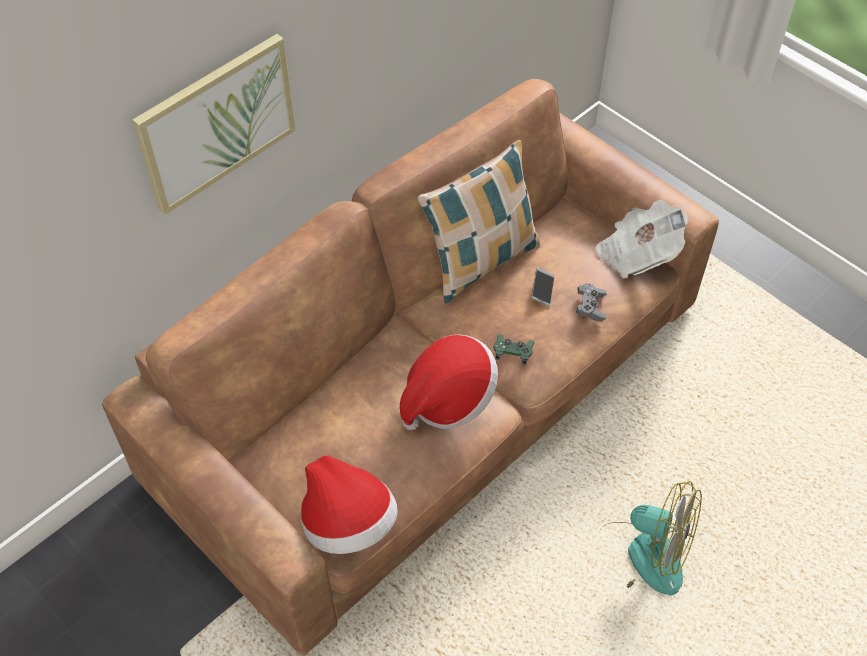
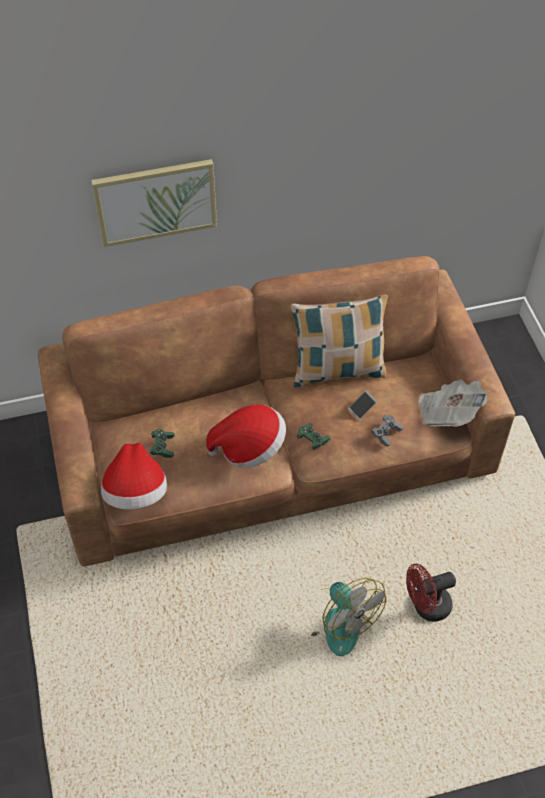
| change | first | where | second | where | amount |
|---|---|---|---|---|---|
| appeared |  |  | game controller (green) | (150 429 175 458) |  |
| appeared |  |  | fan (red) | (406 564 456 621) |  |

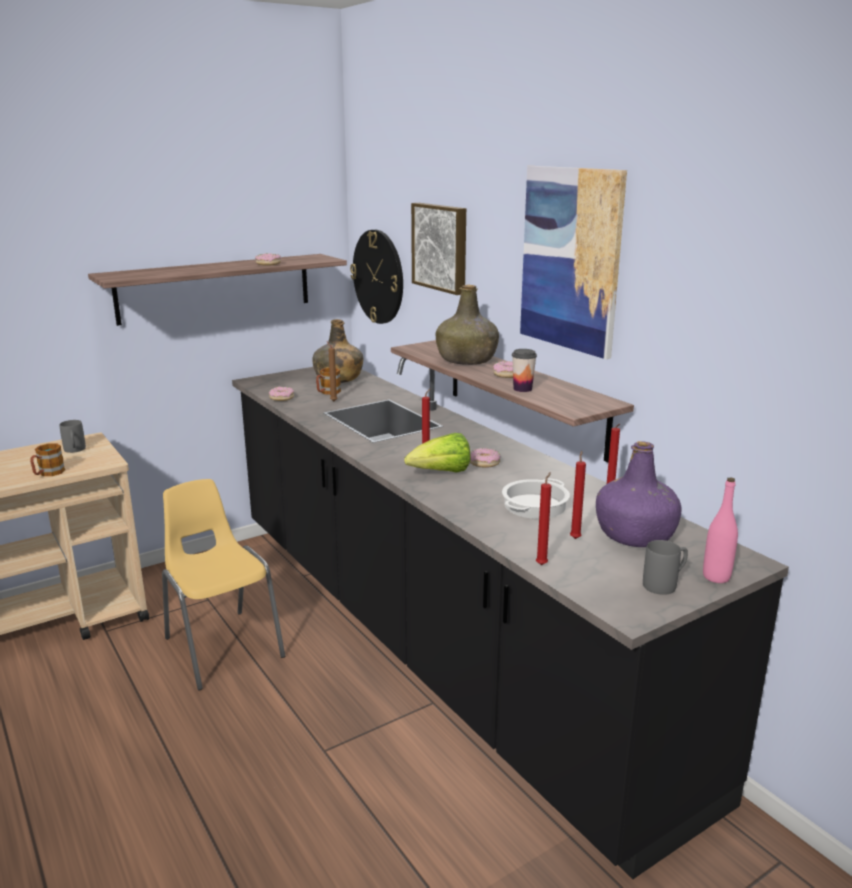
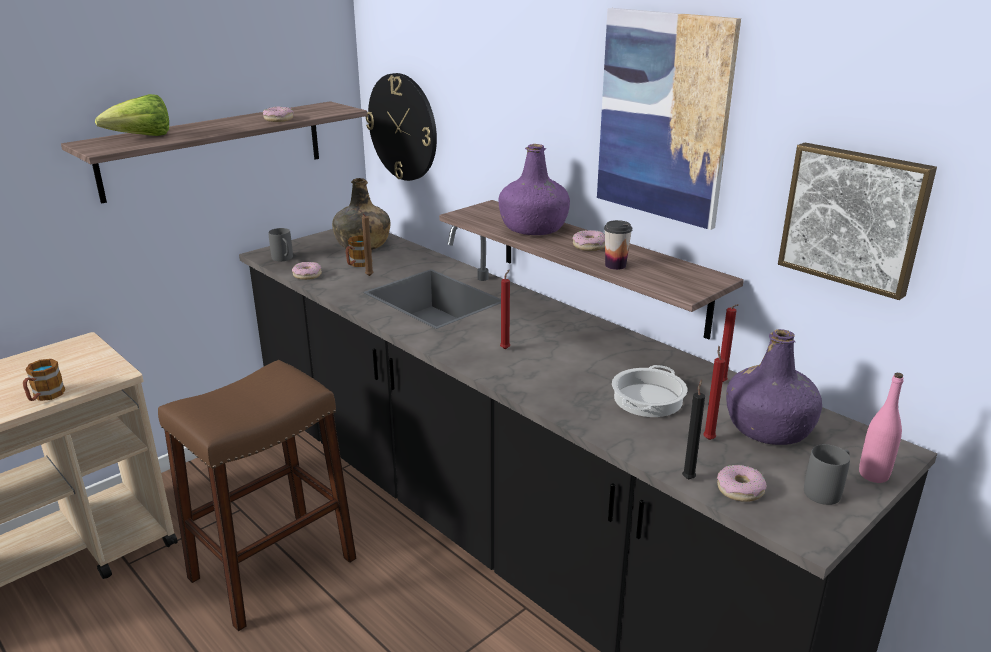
| change | first | where | second | where | amount |
|---|---|---|---|---|---|
| relocated | mug (grey) | (59 420 86 453) |  | (269 228 293 261) |  |
| exchanged | chair (yellow) | (162 479 285 690) | stool (brown) | (158 360 356 631) |  |
| relocated | lettuce | (404 433 471 473) |  | (95 94 169 136) |  |
| relocated | picture | (411 203 466 295) |  | (778 143 937 300) |  |
| colour | bottle (green) | (436 285 499 365) | bottle (purple) | (499 144 570 235) |  |
| relocated | donut | (470 448 500 468) |  | (717 465 766 502) |  |
| colour | candle (red) | (536 472 551 565) | candle (black) | (682 380 705 479) |  |

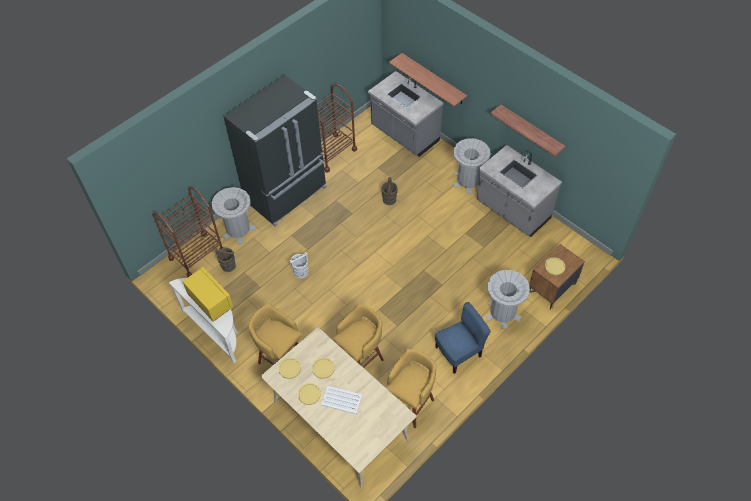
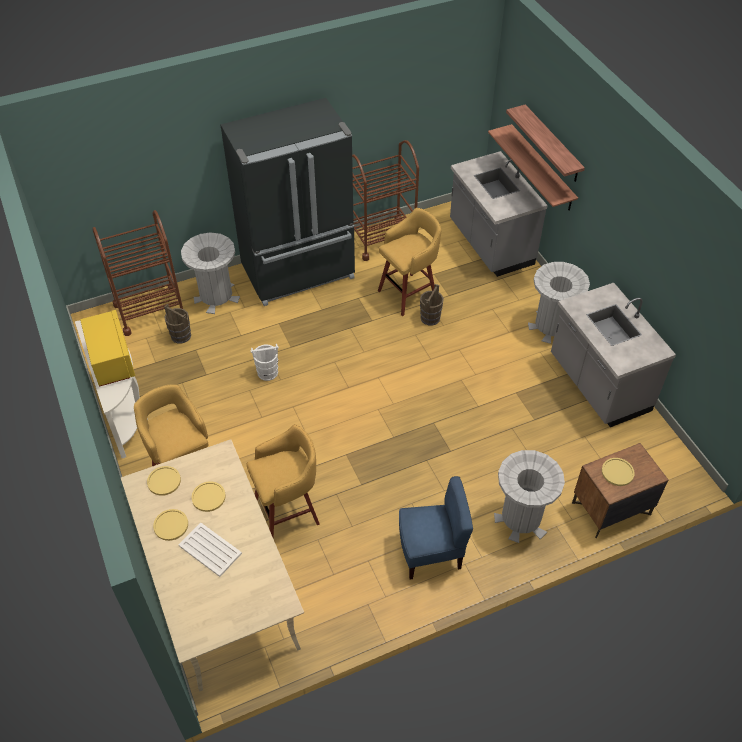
| change | first | where | second | where | amount |
|---|---|---|---|---|---|
| relocated | stool (yellow) | (386 349 436 428) |  | (378 208 441 316) |  |
| relocated | shelf | (490 104 565 156) |  | (506 104 585 182) |  |

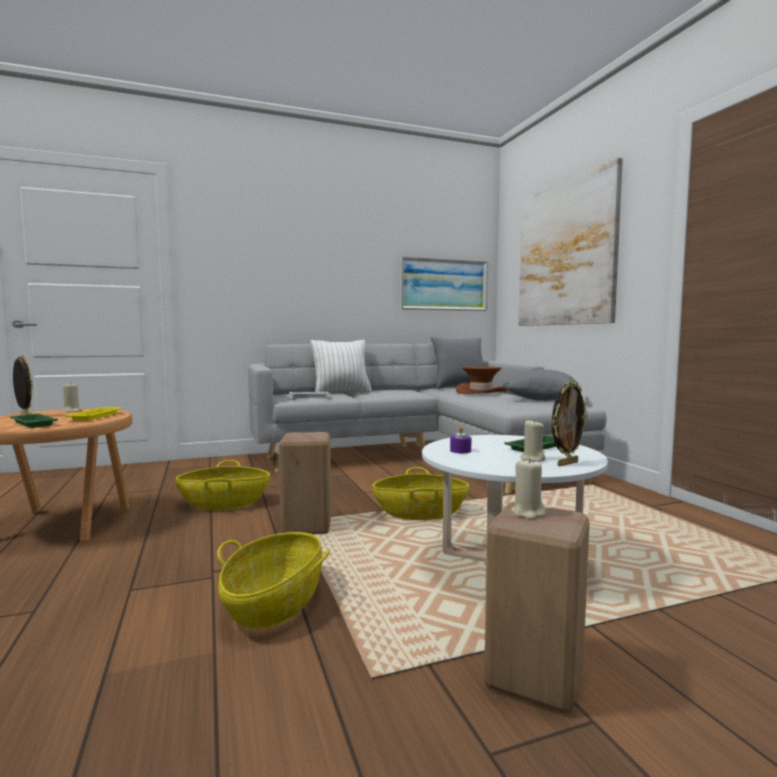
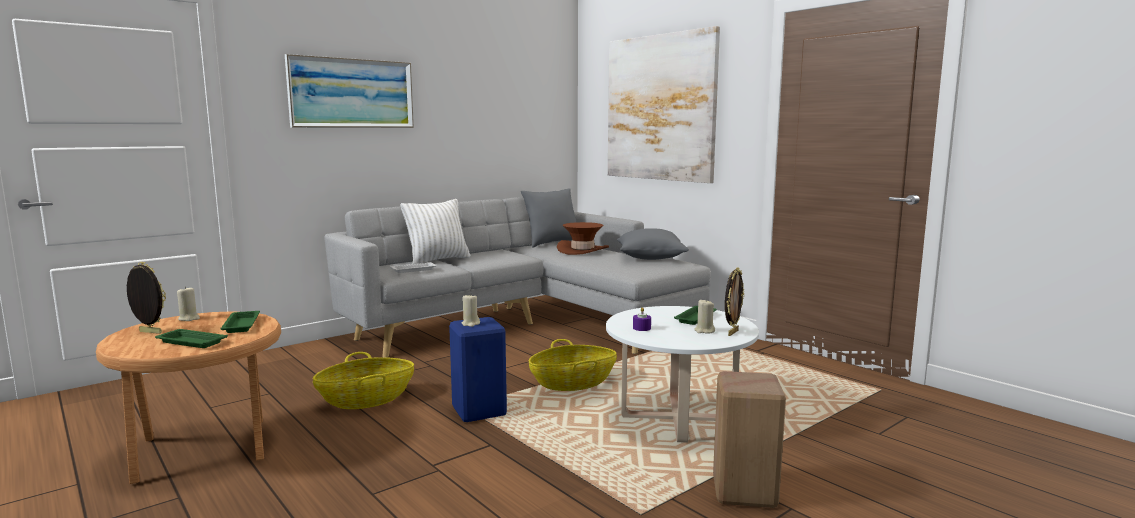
| change | first | where | second | where | amount |
|---|---|---|---|---|---|
| colour | tray (yellow) | (65 407 122 421) | tray (green) | (221 311 260 333) |  |
| missing | basket | (217 532 330 629) |  |  |  |
| colour | stool (beige) | (279 432 331 534) | stool (blue) | (449 317 507 422) |  |
| relocated | picture | (400 257 488 311) |  | (285 54 414 128) |  |
| relocated | candle (beige) | (511 458 545 520) |  | (462 295 480 327) |  |

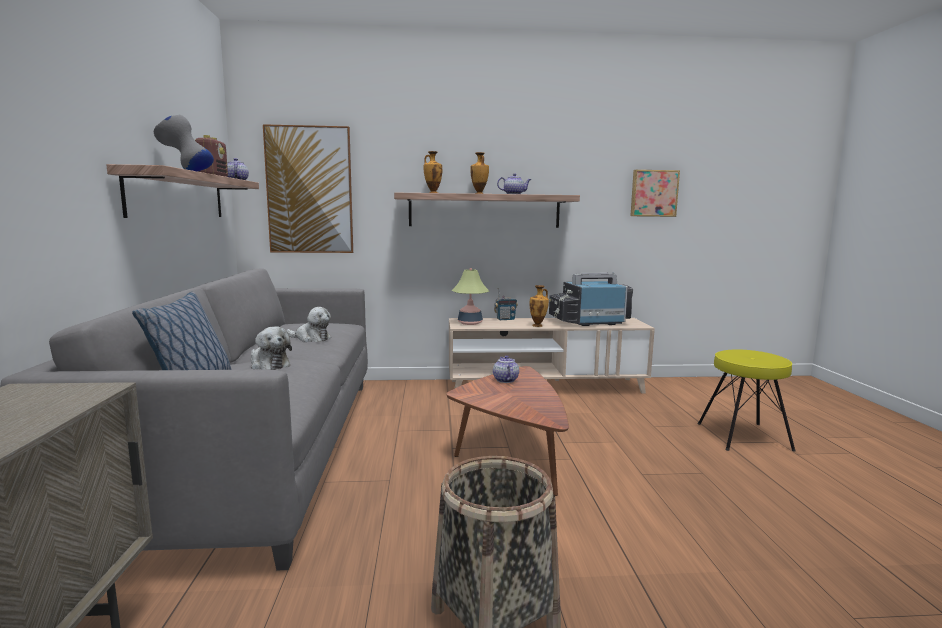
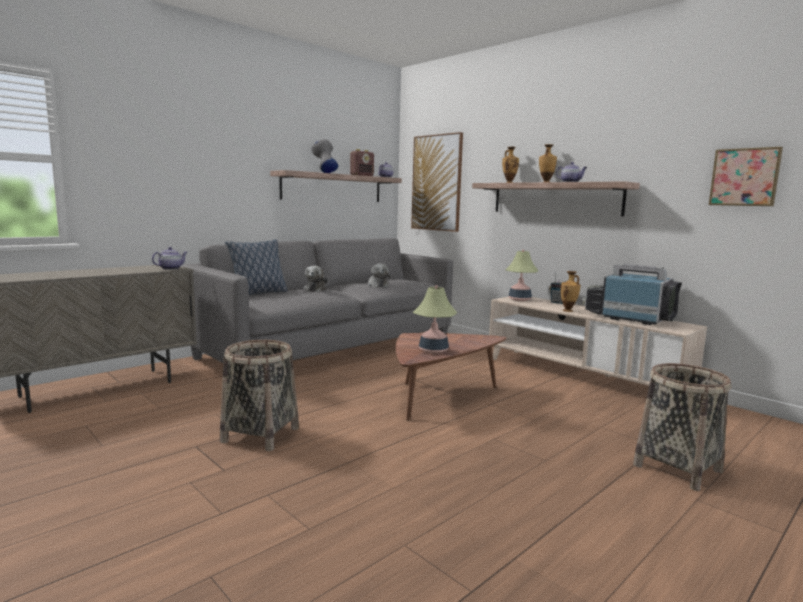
| change | first | where | second | where | amount |
|---|---|---|---|---|---|
| relocated | teapot | (493 355 519 383) |  | (152 247 187 270) |  |
| exchanged | stool (yellow) | (698 349 796 452) | basket | (633 363 732 491) |  |
| appeared |  |  | table lamp | (413 285 457 354) |  |

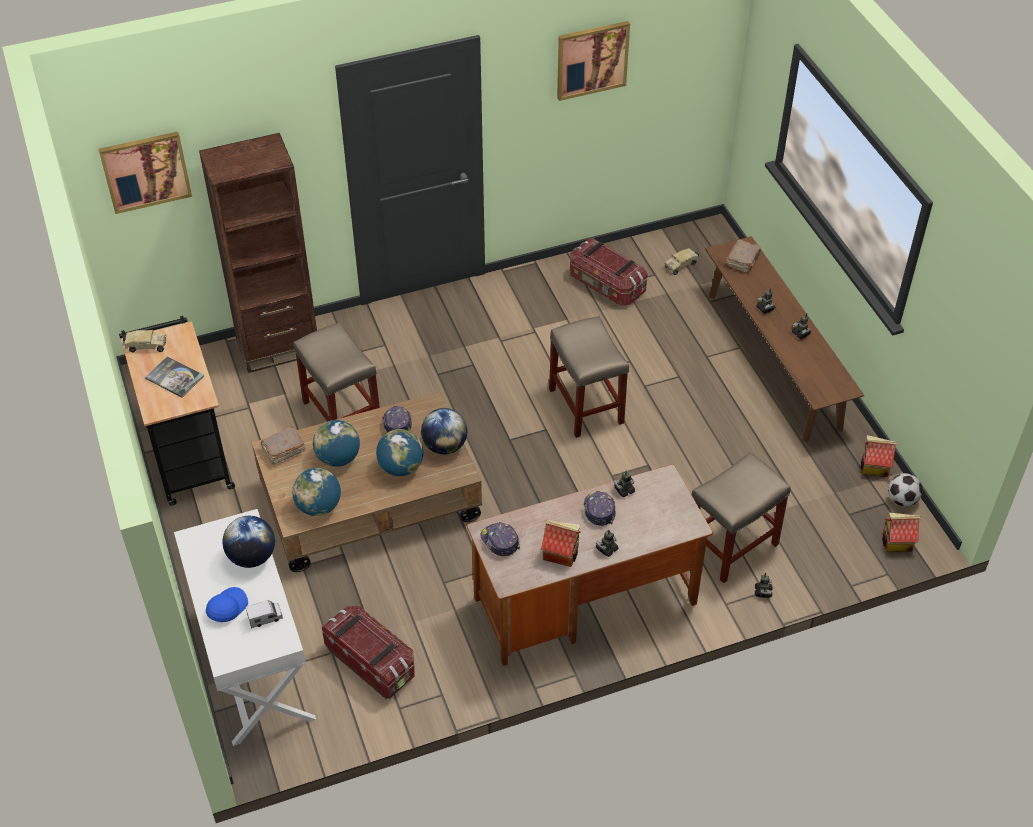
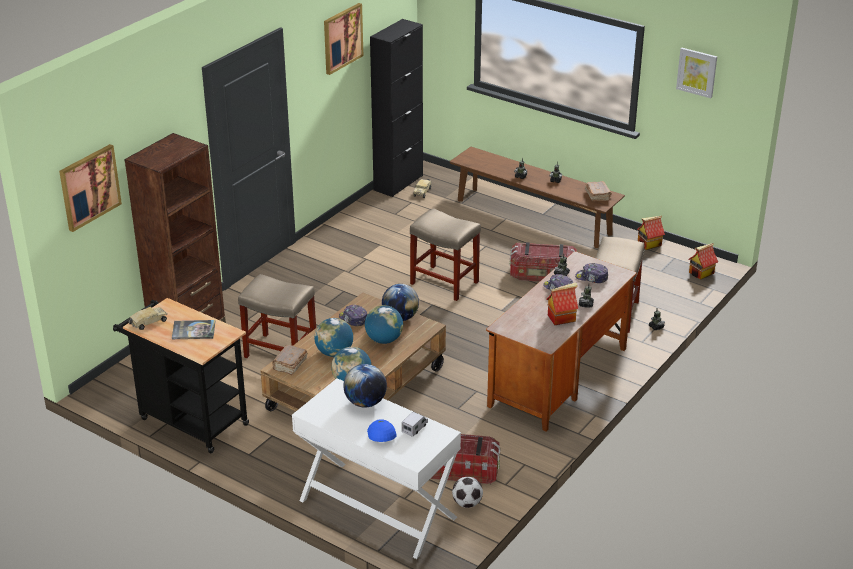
| change | first | where | second | where | amount |
|---|---|---|---|---|---|
| relocated | cap | (480 522 520 556) |  | (575 263 608 283) |  |
| relocated | storage box | (570 238 648 306) |  | (509 242 577 282) |  |
| relocated | book (brown) | (727 240 761 272) |  | (585 181 612 202) |  |
| relocated | football | (888 473 922 506) |  | (452 477 483 508) |  |
| appeared |  |  | cabinet (black) | (370 19 423 197) |  |
| appeared |  |  | picture | (676 48 717 98) |  |

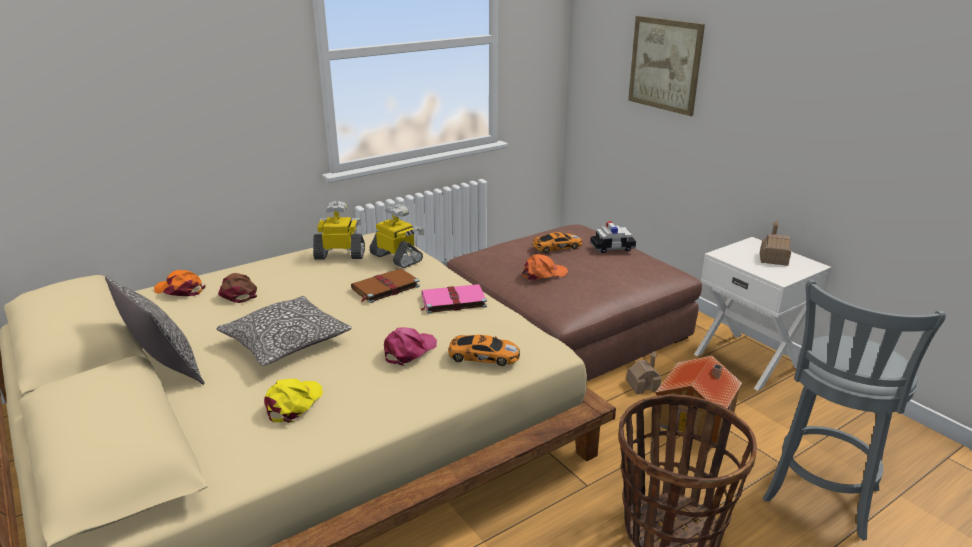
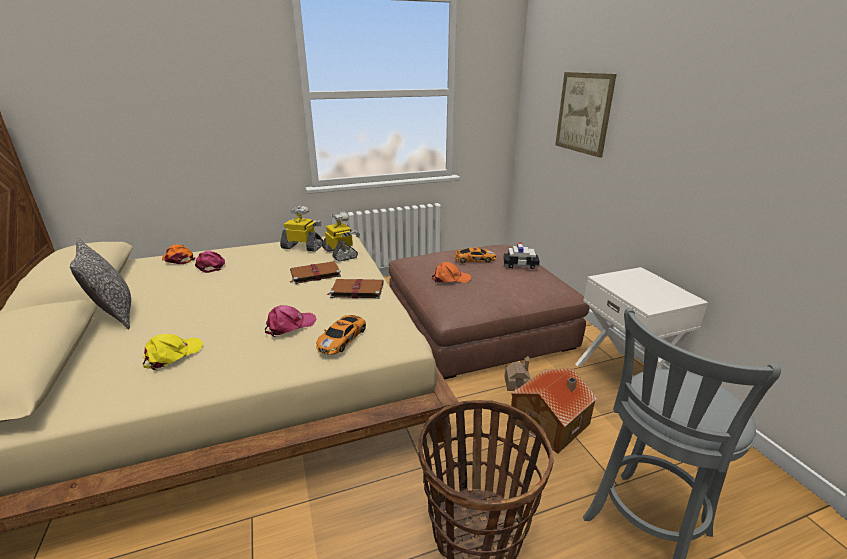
| change | first | where | second | where | amount |
|---|---|---|---|---|---|
| missing | pillow | (217 296 352 366) |  |  |  |
| colour | cap (brown) | (218 273 257 303) | cap (pink) | (195 250 225 273) |  |
| colour | book (pink) | (421 284 487 314) | book (brown) | (327 279 384 299) |  |
| spun | toy car | (448 335 520 366) |  | (316 315 366 354) | 90 degrees clockwise |
| missing | toy house | (760 220 791 266) |  |  |  |

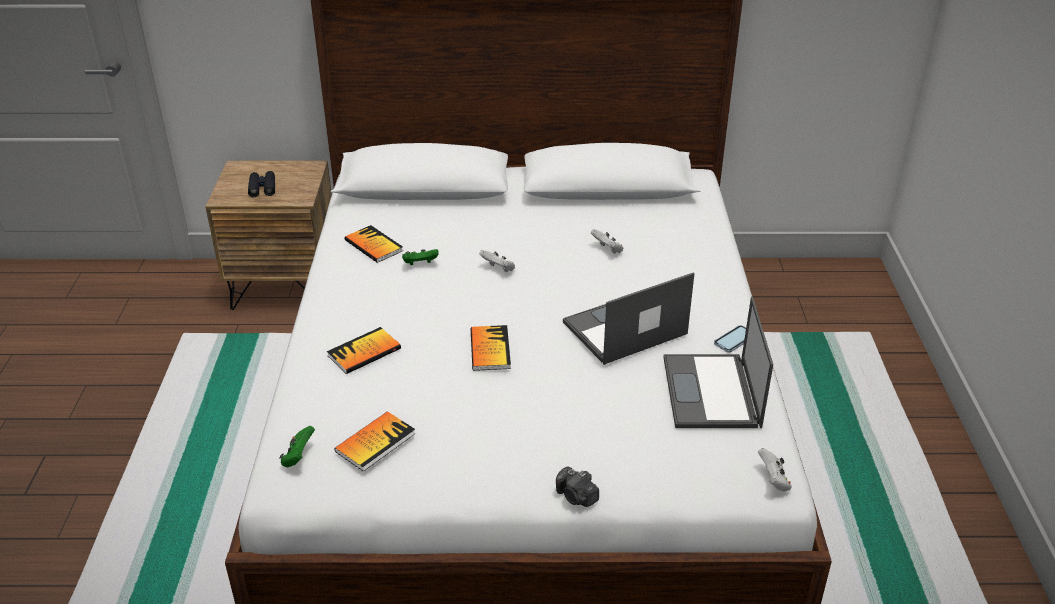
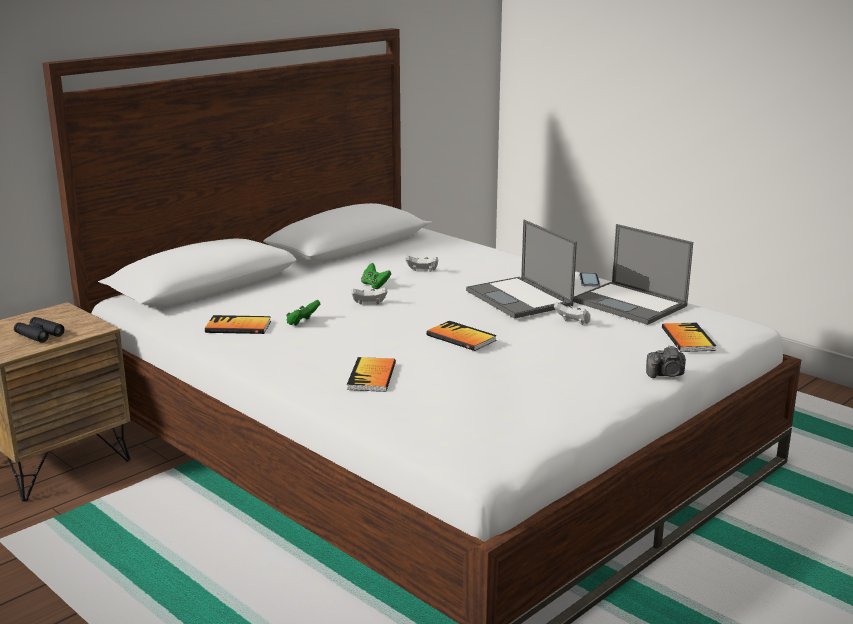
| change | first | where | second | where | amount |
|---|---|---|---|---|---|
| relocated | game controller (green) | (279 426 315 467) |  | (361 263 391 289) |  |
| relocated | book | (334 411 416 472) |  | (662 323 716 352) |  |
| spun | laptop | (563 272 694 365) |  | (466 220 577 319) | 45 degrees counterclockwise |
| relocated | game controller (white) | (758 448 792 492) |  | (554 302 590 325) |  |

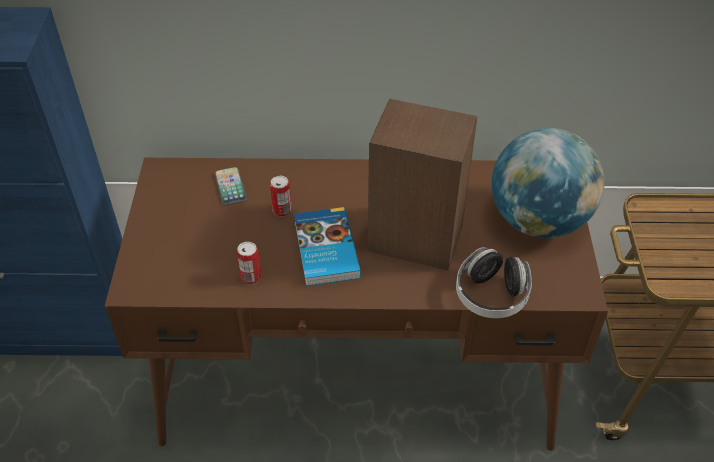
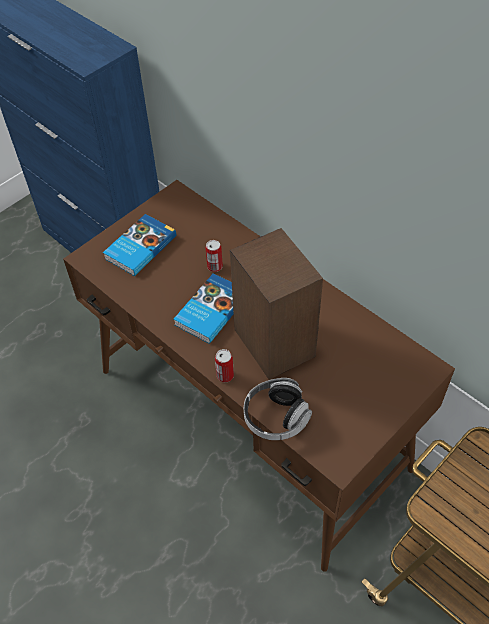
| change | first | where | second | where | amount |
|---|---|---|---|---|---|
| missing | phone | (215 167 247 206) |  |  |  |
| relocated | can | (237 241 261 284) |  | (215 349 234 382) |  |
| missing | globe | (492 128 604 238) |  |  |  |
| appeared |  |  | book | (103 214 176 276) |  |

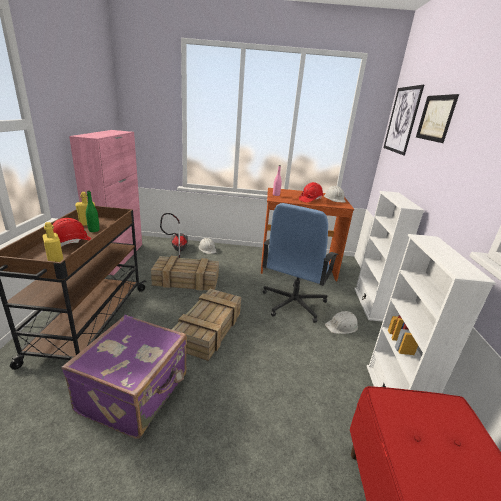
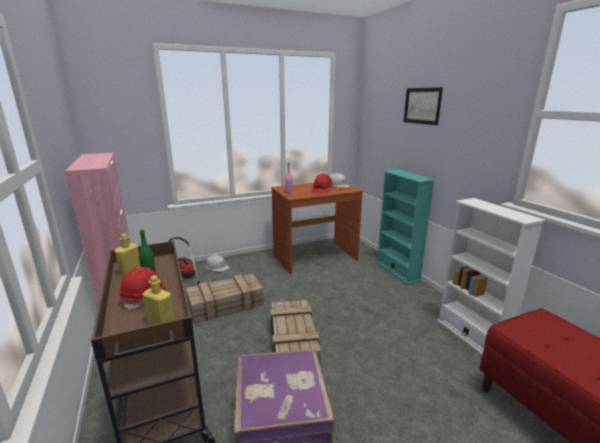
| change | first | where | second | where | amount |
|---|---|---|---|---|---|
| missing | office chair (blue) | (262 203 338 323) |  |  |  |
| missing | hard hat (white) | (325 311 358 334) |  |  |  |
| colour | bookcase (white) | (354 191 425 322) | bookcase (turquoise) | (376 169 435 284) |  |
| missing | picture | (383 85 424 156) |  |  |  |

